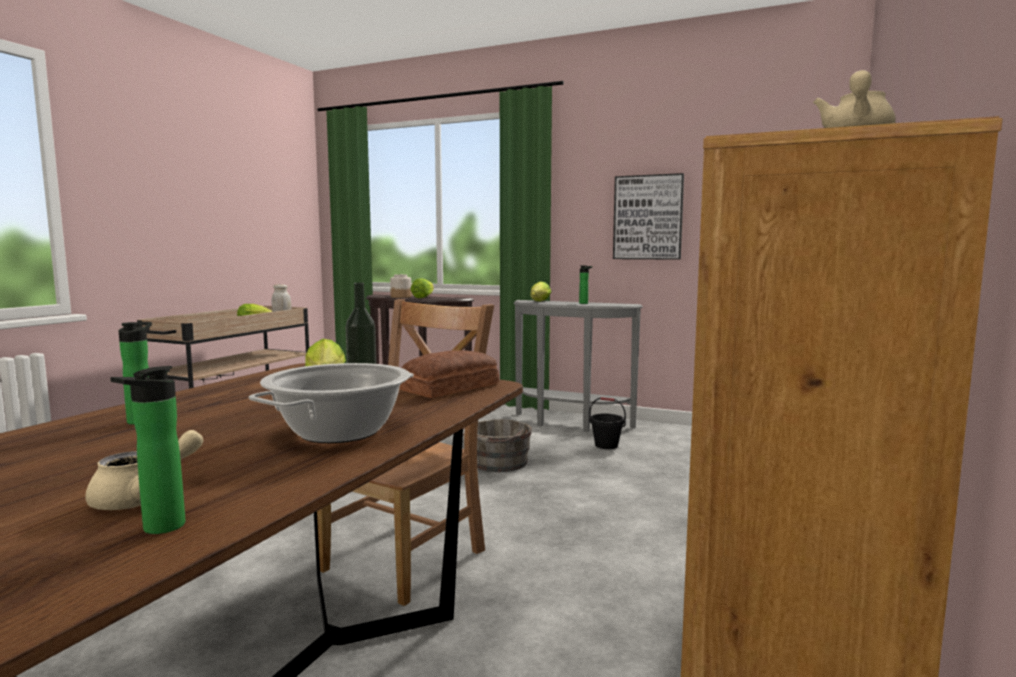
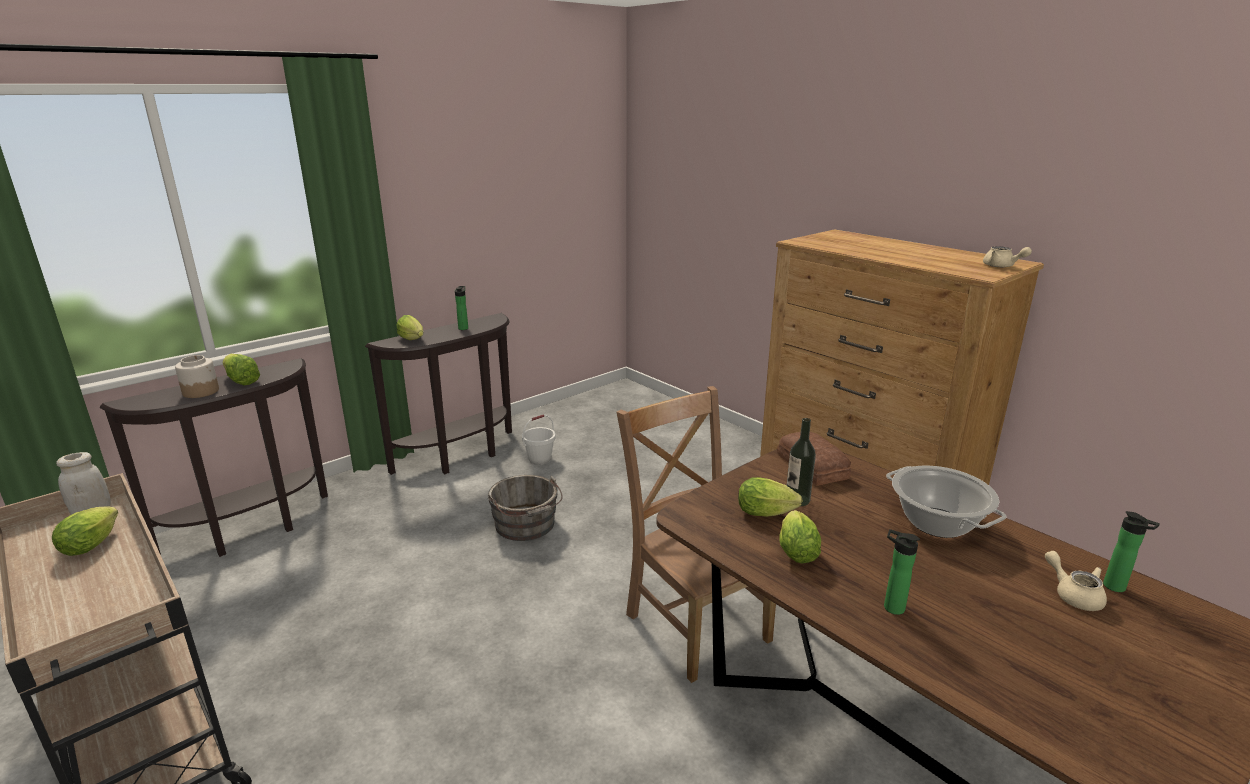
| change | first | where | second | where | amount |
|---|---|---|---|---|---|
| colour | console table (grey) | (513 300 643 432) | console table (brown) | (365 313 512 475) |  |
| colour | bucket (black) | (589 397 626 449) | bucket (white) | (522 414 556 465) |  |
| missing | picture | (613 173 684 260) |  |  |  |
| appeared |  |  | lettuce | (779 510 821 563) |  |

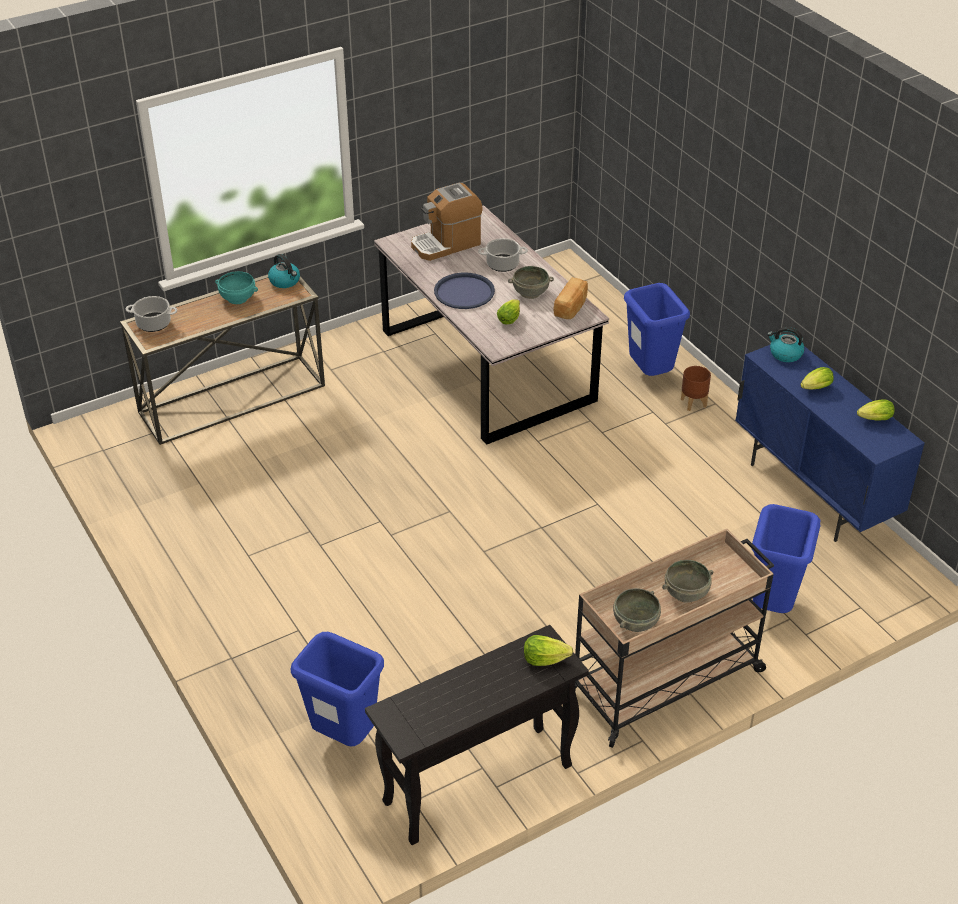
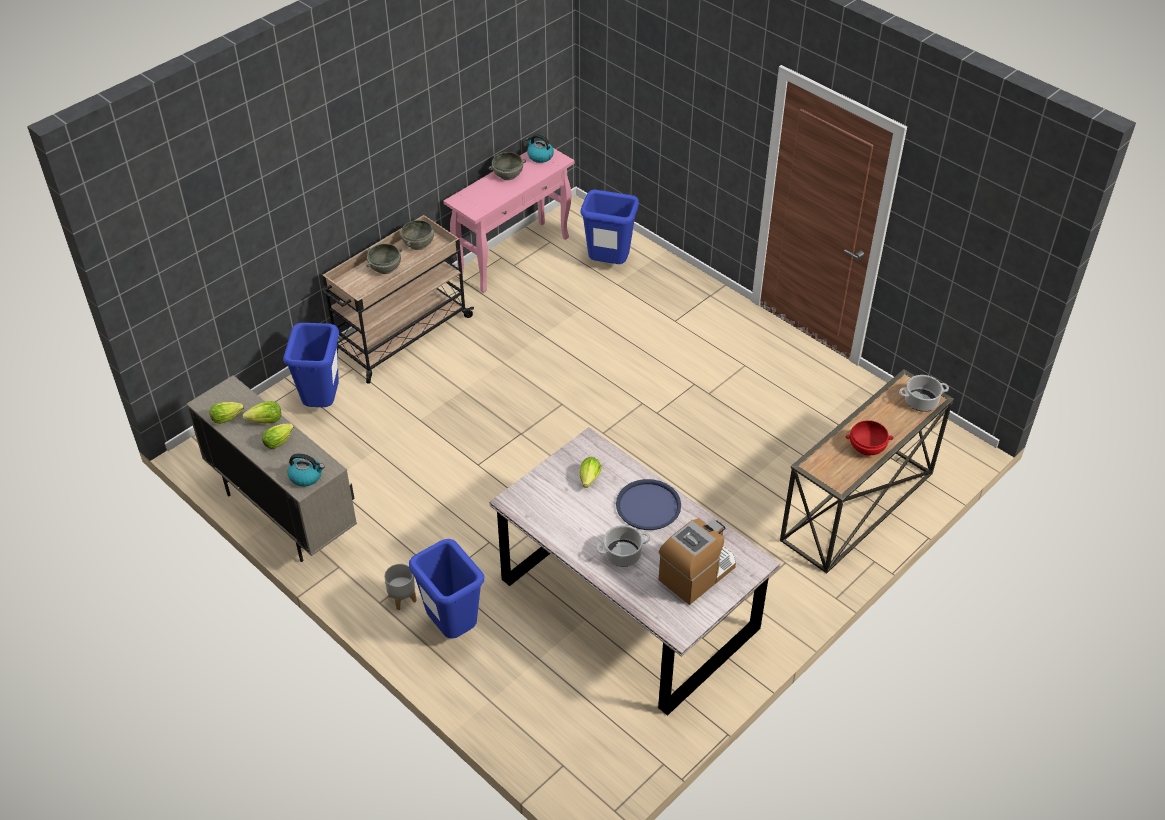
| change | first | where | second | where | amount |
|---|---|---|---|---|---|
| colour | bowl (turquoise) | (215 271 258 304) | bowl (red) | (845 420 893 456) |  |
| relocated | kettle | (268 254 300 288) |  | (525 134 554 163) |  |
| colour | console table (black) | (365 625 589 845) | console table (pink) | (444 148 575 293) |  |
| relocated | bowl (grey) | (508 266 554 299) |  | (489 152 526 180) |  |
| relocated | lettuce | (524 635 573 666) |  | (242 401 281 424) |  |
| missing | bread | (553 277 588 319) |  |  |  |
| colour | planter (brown) | (681 366 711 411) | planter (grey) | (384 564 416 610) |  |
| colour | cabinet (blue) | (735 344 925 542) | cabinet (beige) | (186 375 357 562) |  |

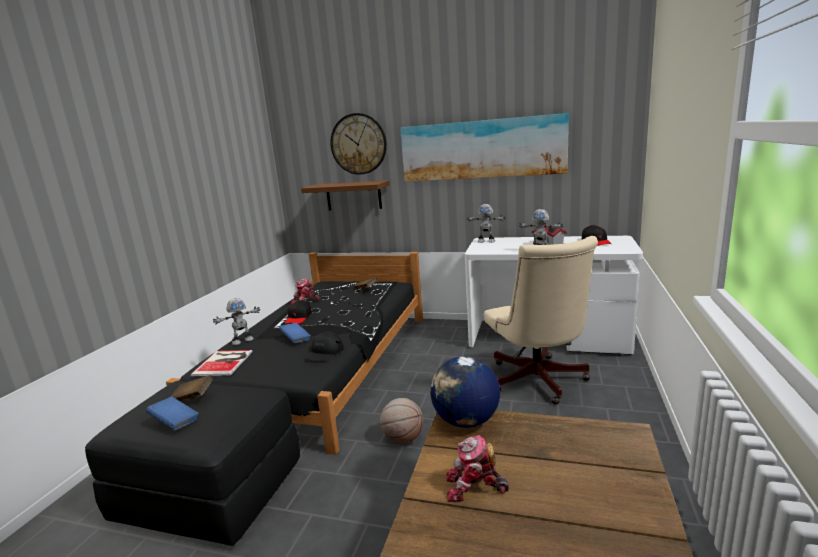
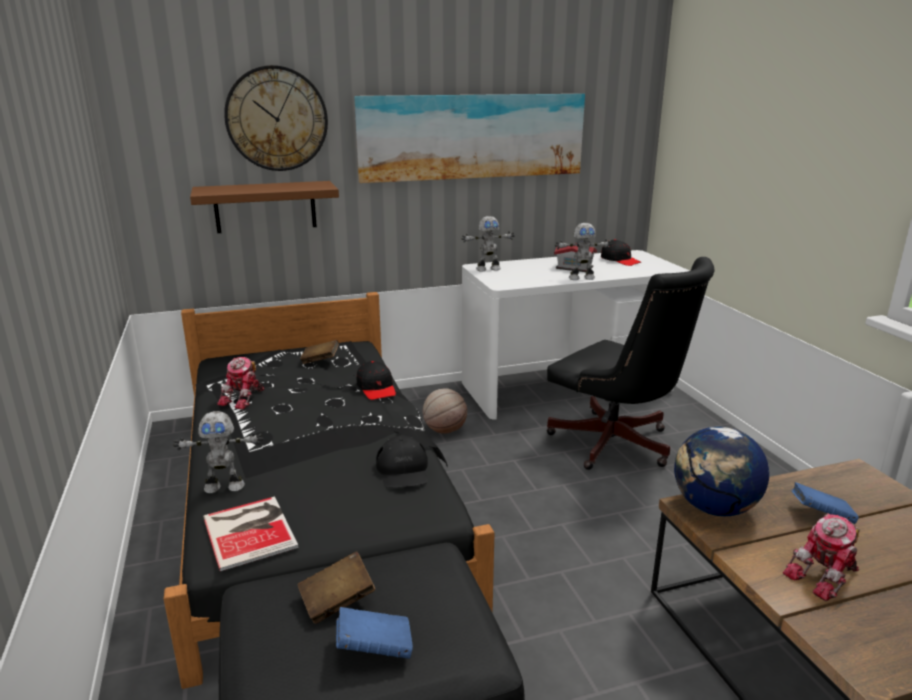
| change | first | where | second | where | amount |
|---|---|---|---|---|---|
| spun | toy robot | (213 298 261 345) |  | (173 411 263 493) | 60 degrees clockwise |
| relocated | book (blue) | (279 323 311 343) |  | (791 482 858 524) |  |
| relocated | cap (black) | (285 300 312 324) |  | (357 361 396 400) |  |
| relocated | basketball | (380 398 423 443) |  | (423 388 467 434) |  |
| colour | office chair (beige) | (484 236 598 405) | office chair (black) | (546 257 715 470) |  |

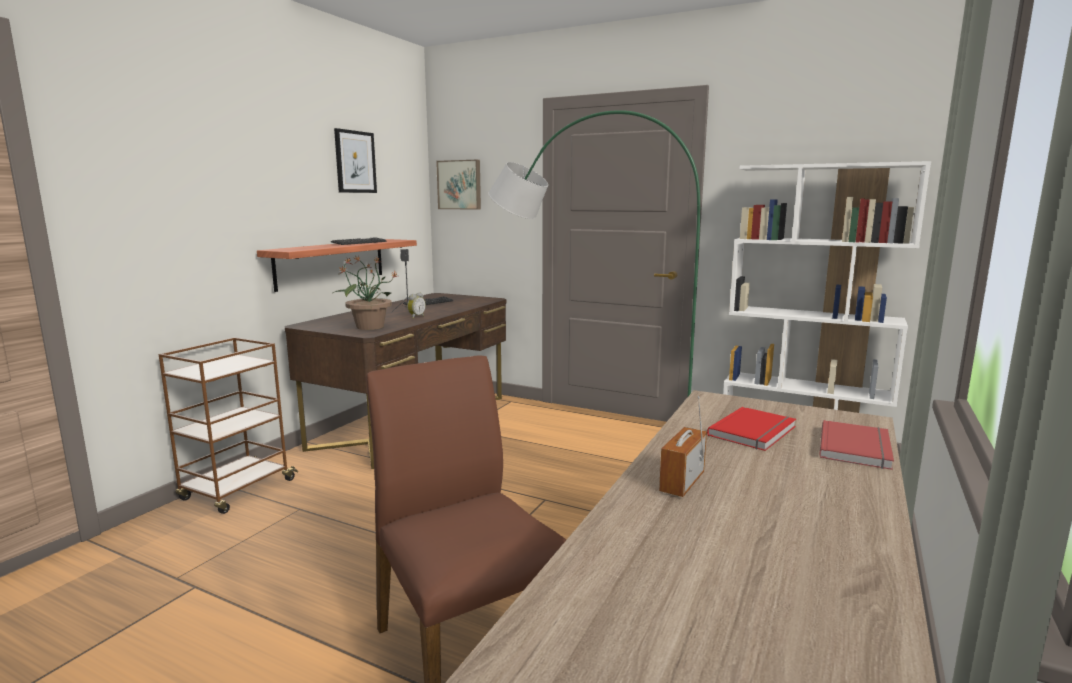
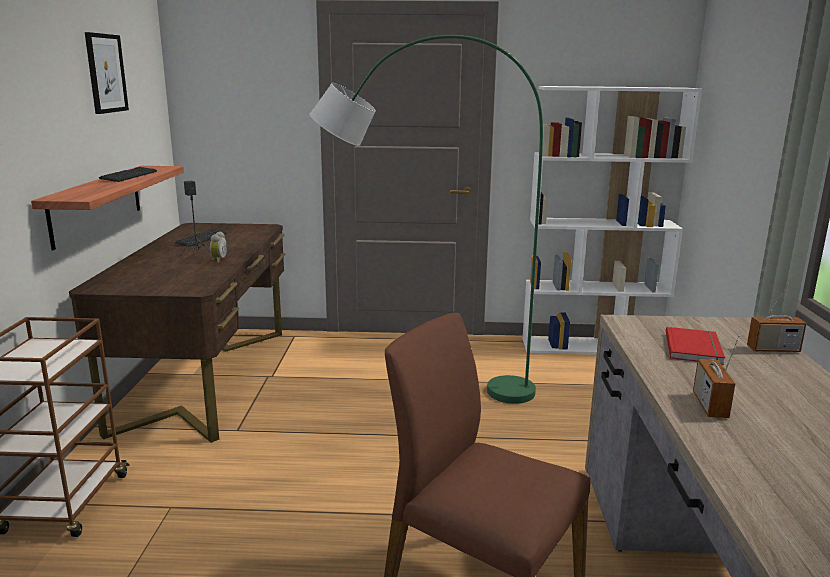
| change | first | where | second | where | amount |
|---|---|---|---|---|---|
| missing | potted plant | (333 255 397 330) |  |  |  |
| missing | picture | (436 160 481 210) |  |  |  |
| exchanged | book (red) | (819 420 894 470) | radio | (747 283 807 352) |  |

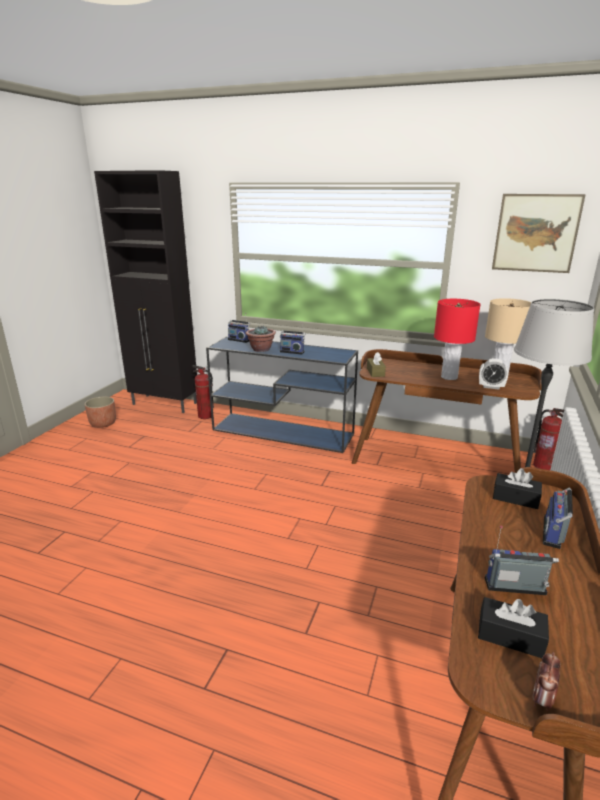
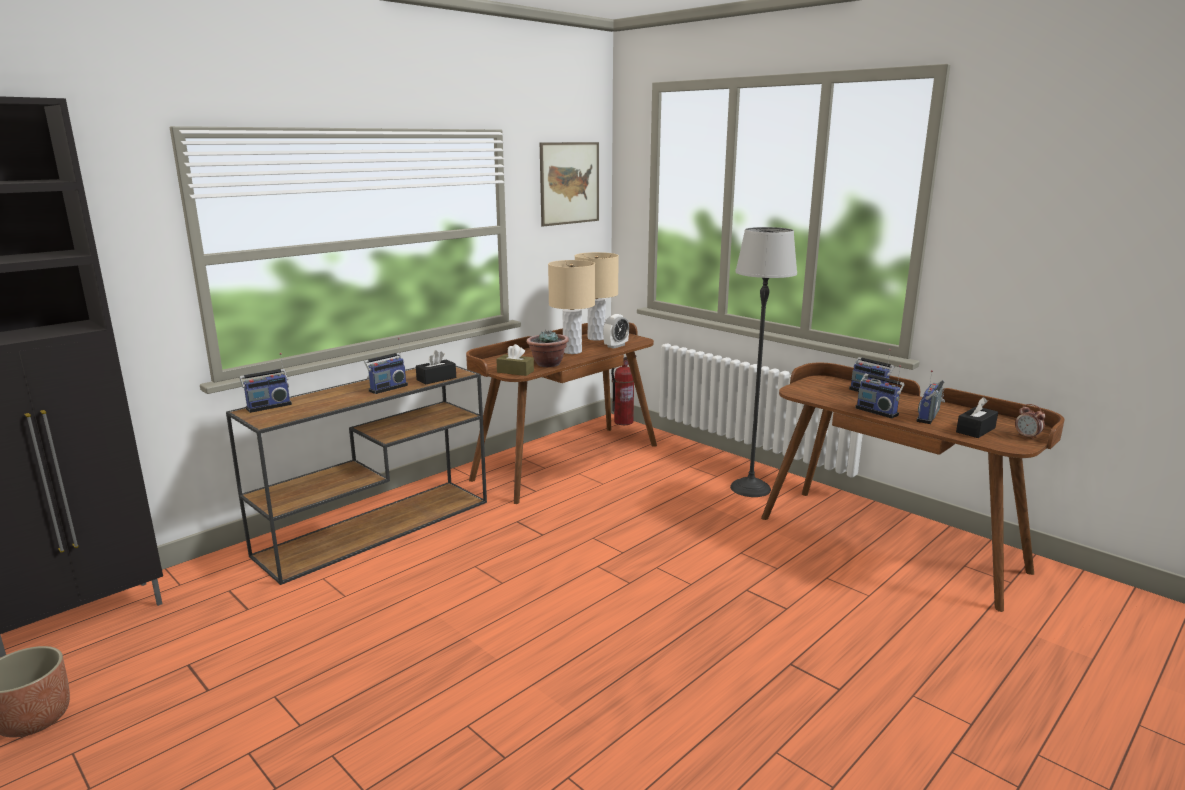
| change | first | where | second | where | amount |
|---|---|---|---|---|---|
| missing | fire extinguisher | (192 365 214 419) |  |  |  |
| colour | console table (blue) | (206 336 358 453) | console table (brown) | (226 366 487 585) |  |
| relocated | potted plant | (246 325 276 352) |  | (526 331 569 367) |  |
| colour | table lamp (red) | (434 299 480 380) | table lamp (beige) | (548 260 595 354) |  |
| relocated | tissue box (black) | (493 468 542 509) |  | (416 350 456 384) |  |
| appeared |  |  | radio | (855 365 905 418) |  |

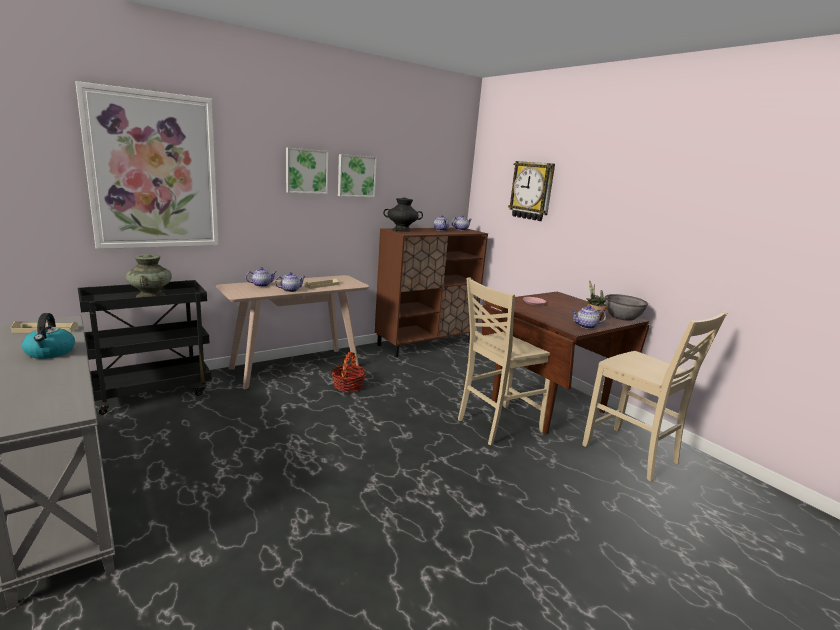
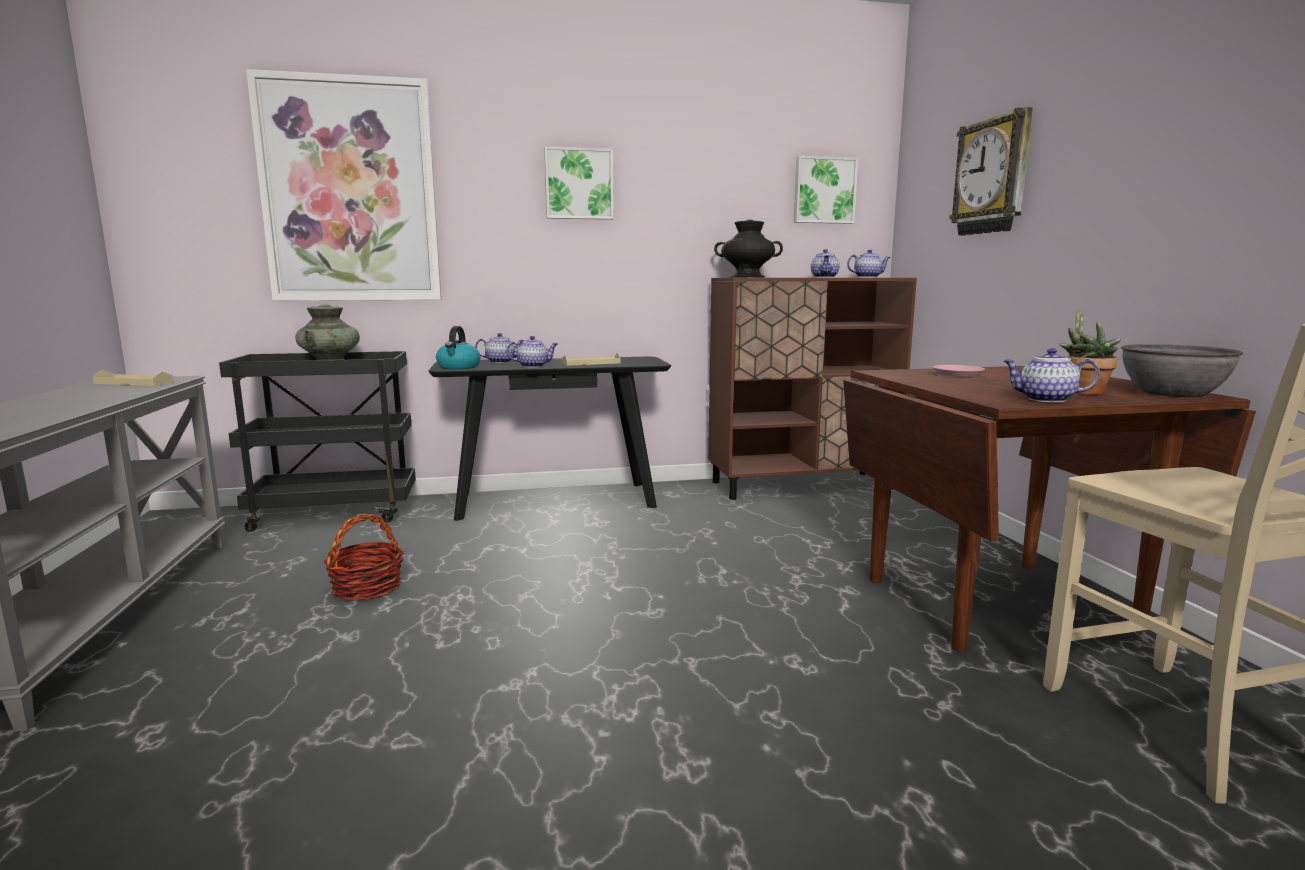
| change | first | where | second | where | amount |
|---|---|---|---|---|---|
| relocated | kettle | (22 313 75 359) |  | (436 326 481 369) |  |
| colour | console table (beige) | (216 275 369 389) | console table (black) | (428 357 671 521) |  |
| relocated | basket | (331 352 367 392) |  | (324 514 404 601) |  |
| relocated | picture | (338 154 377 197) |  | (794 156 858 224) |  |
| missing | chair (beige) | (458 277 550 445) |  |  |  |

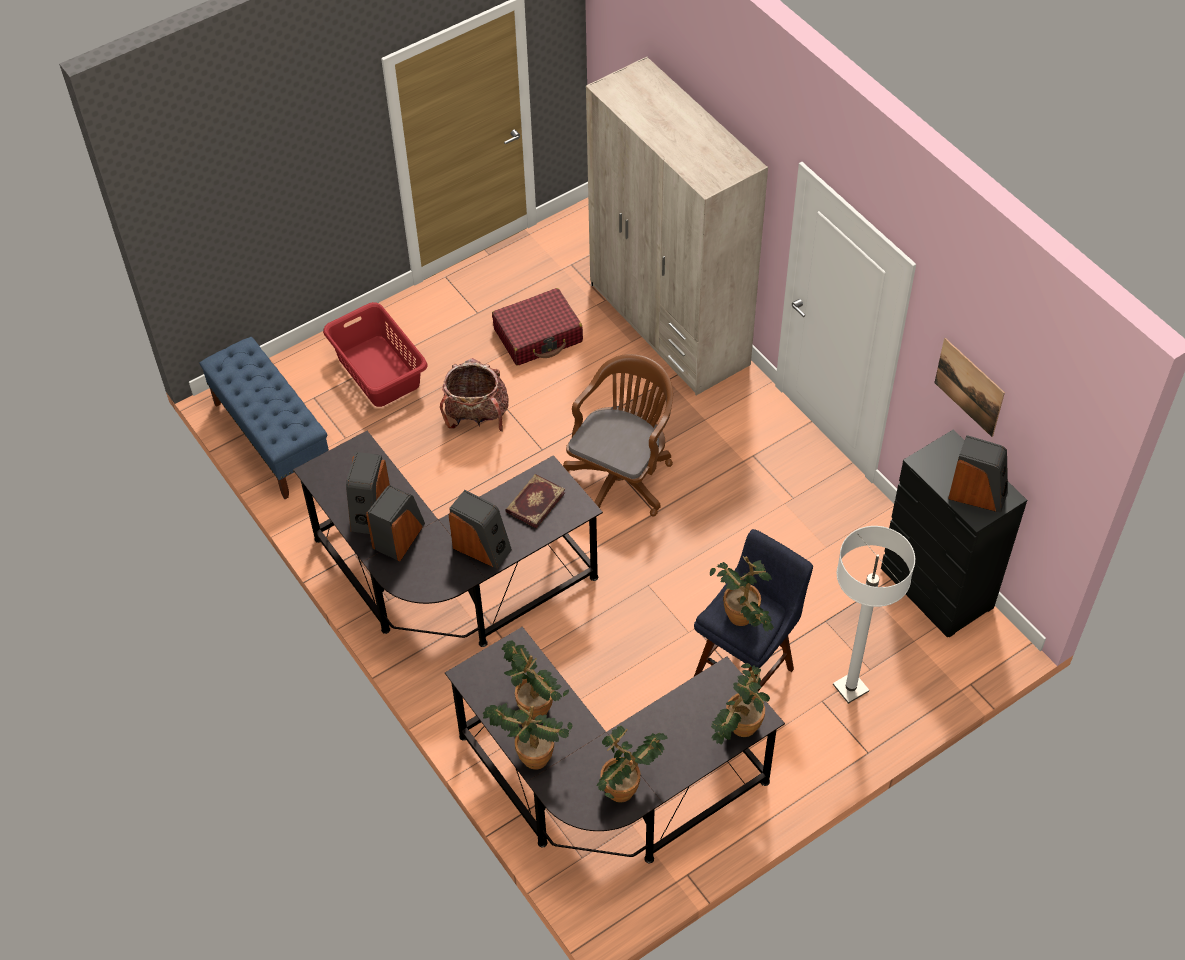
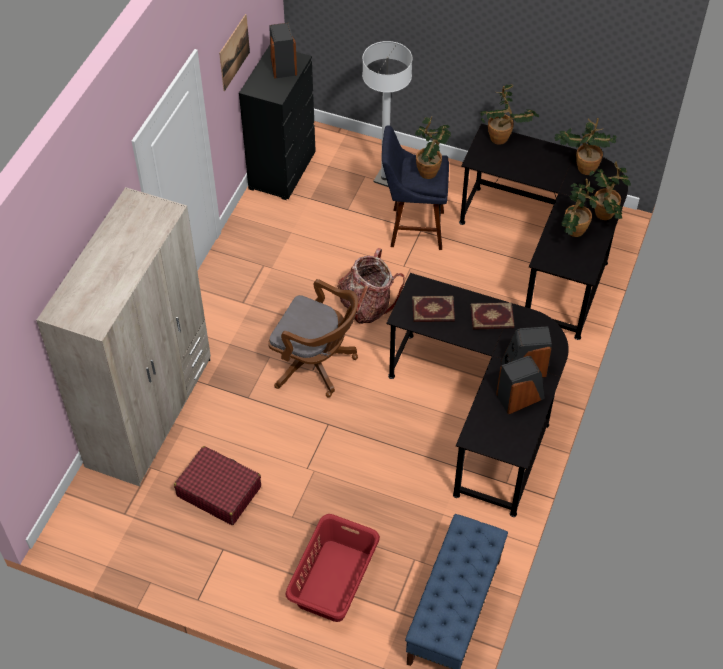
| change | first | where | second | where | amount |
|---|---|---|---|---|---|
| relocated | backpack | (440 358 509 432) |  | (337 248 405 324) |  |
| exchanged | speaker | (449 490 512 569) | book | (470 303 515 330) |  |
| spun | office chair (brown) | (563 354 673 516) |  | (268 279 358 398) | 150 degrees counterclockwise |

